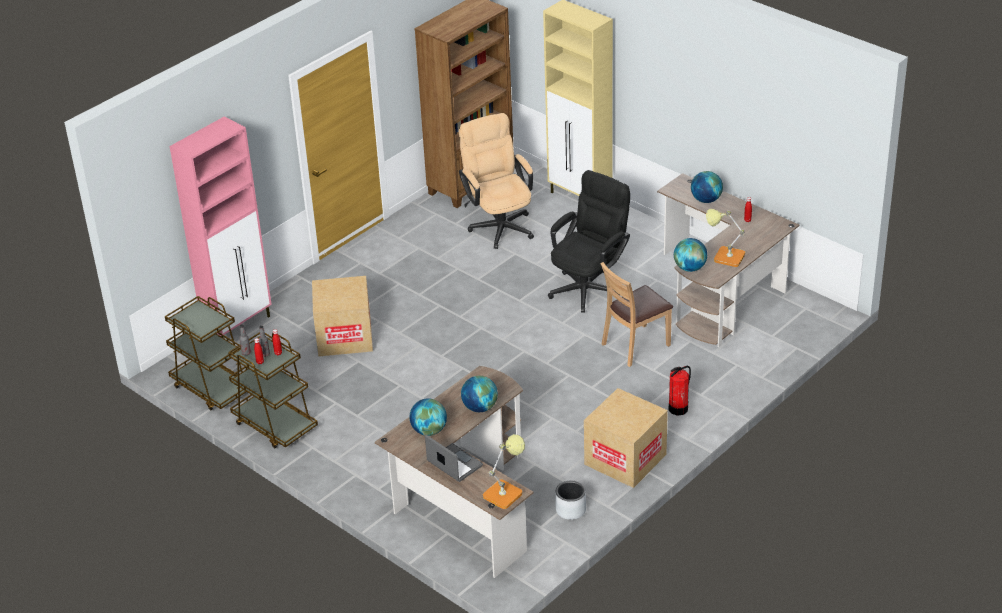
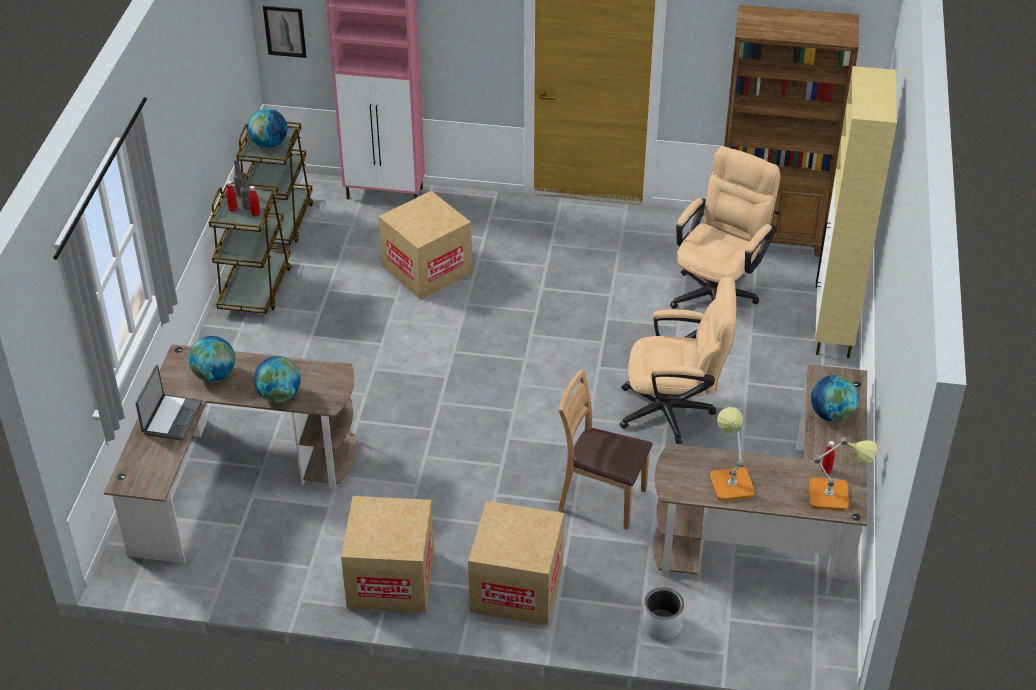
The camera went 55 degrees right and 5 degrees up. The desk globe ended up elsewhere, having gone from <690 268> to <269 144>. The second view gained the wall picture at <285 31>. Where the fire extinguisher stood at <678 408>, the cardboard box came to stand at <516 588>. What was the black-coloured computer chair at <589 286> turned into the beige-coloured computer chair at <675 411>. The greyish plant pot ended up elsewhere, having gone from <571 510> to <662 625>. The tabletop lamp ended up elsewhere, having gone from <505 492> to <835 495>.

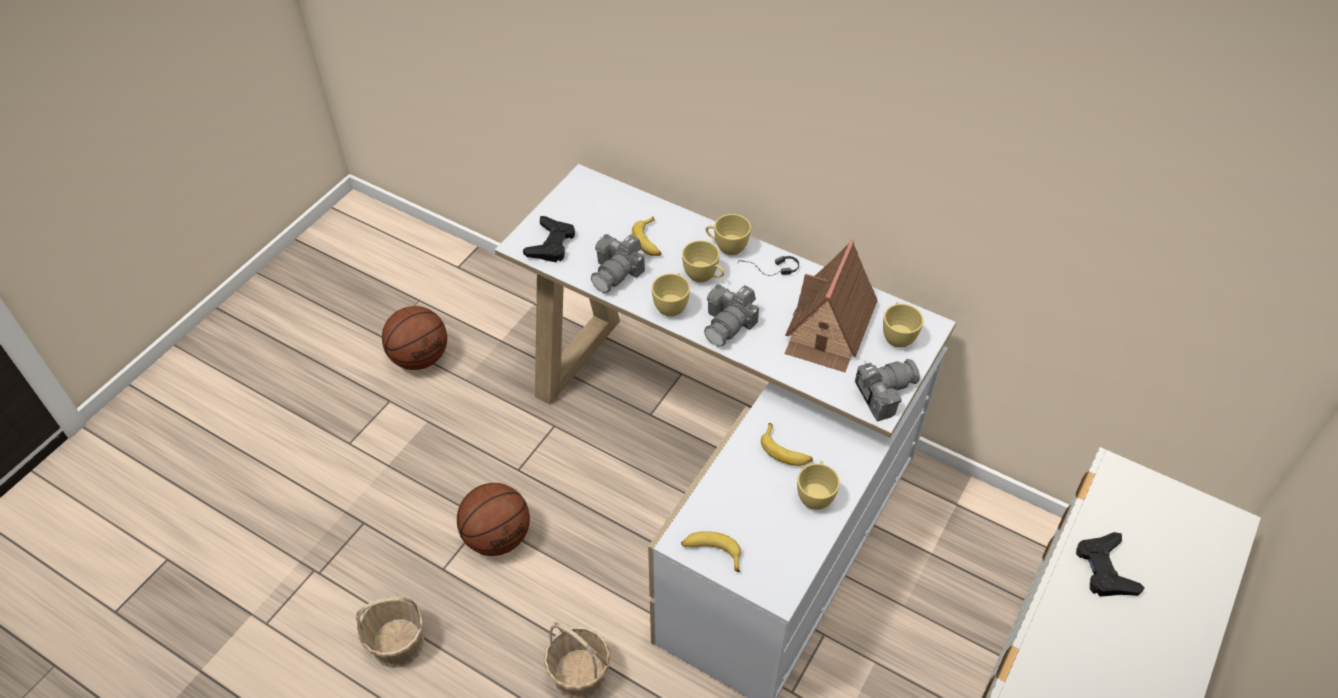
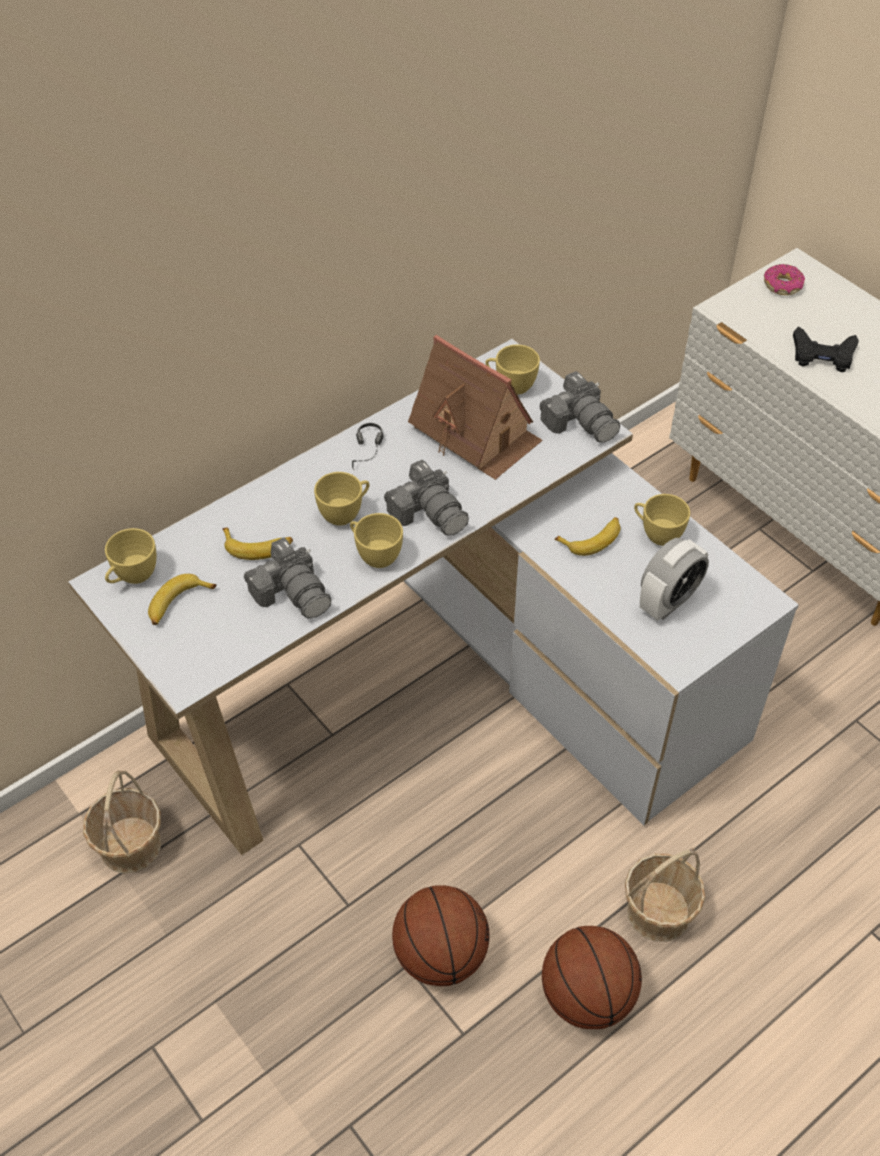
The camera went 70 degrees left and 0 degrees up. The household basket ended up elsewhere, having gone from <397 643> to <130 846>. The yellow-coloured drinking cup ended up elsewhere, having gone from <726 247> to <132 577>. The whole banana ended up elsewhere, having gone from <711 552> to <177 604>. The photo camera at <882 392> ended up facing another way, 150 degrees clockwise from before. The basketball ended up elsewhere, having gone from <420 357> to <586 995>. The second view gained the table clock at <668 602>. The second view gained the donut at <782 286>. The second view lost the black-coloured game controller at <551 244>.

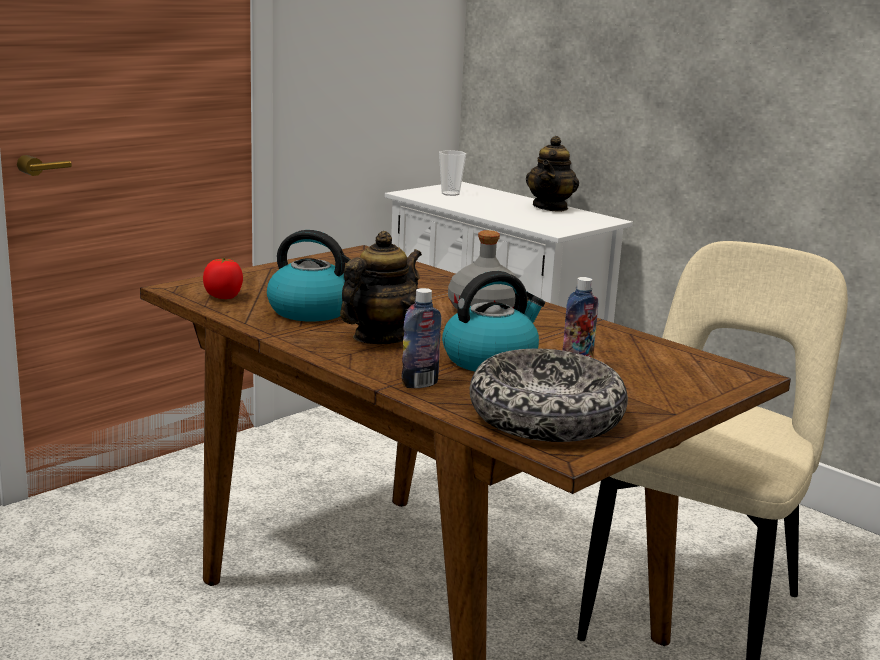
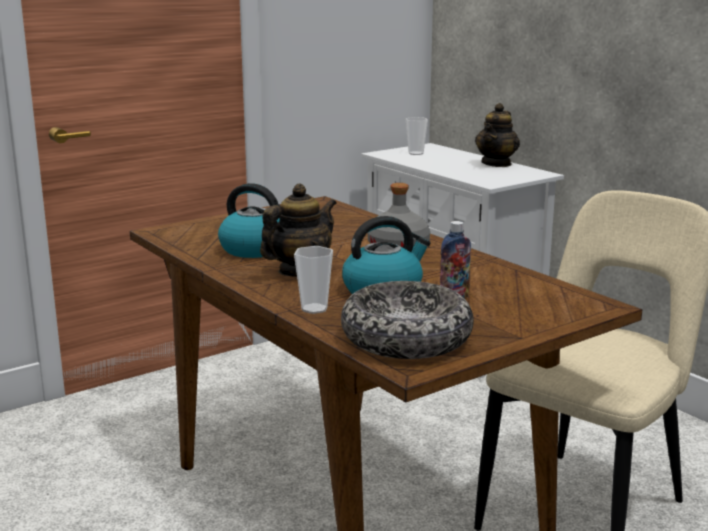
The camera went 10 degrees right and 0 degrees up. Where the beverage bottle stood at <420 383>, the drinking cup came to stand at <314 309>. The second view lost the fresh tomato at <224 297>.

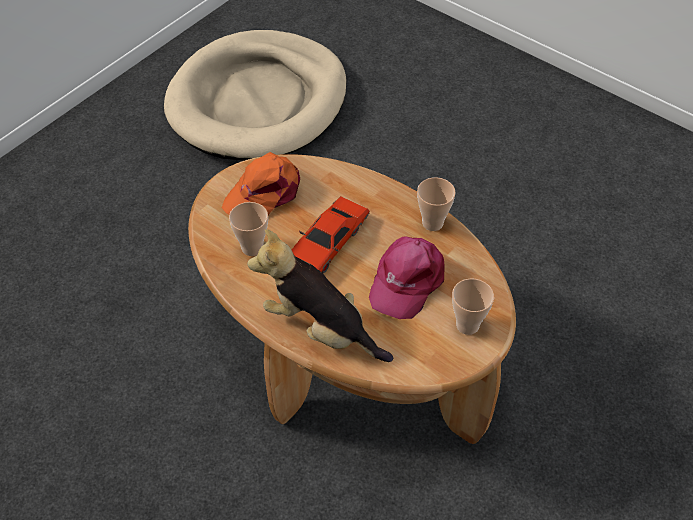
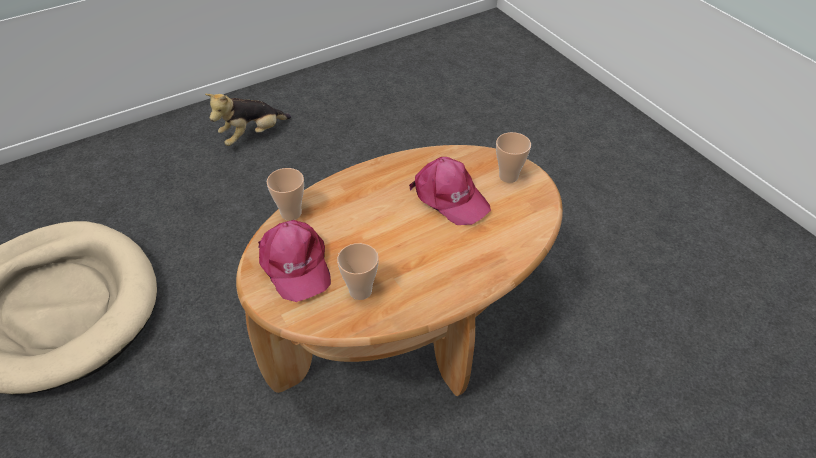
The camera went 70 degrees left and 5 degrees down. The plush toy ended up elsewhere, having gone from <320 328> to <252 135>. What was the orangey peaked cap at <264 193> turned into the pink-coloured peaked cap at <295 265>. The drinking cup ended up elsewhere, having gone from <432 223> to <291 213>. The second view lost the reddish model car at <328 243>.

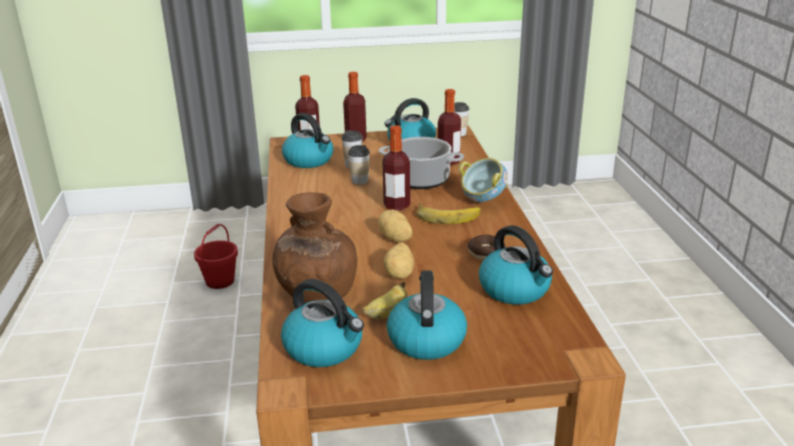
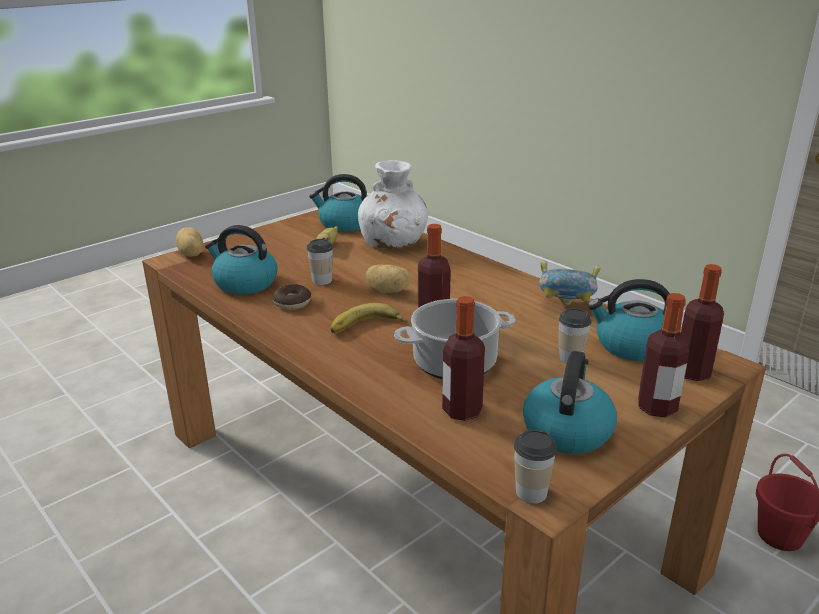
The camera went 145 degrees right and 0 degrees up. The whole potato ended up elsewhere, having gone from <400 273> to <190 254>. The drinking cup ended up elsewhere, having gone from <359 181> to <322 280>. What was the brown decorative vase at <316 292> turned into the white-coloured decorative vase at <393 243>. The bowl ended up elsewhere, having gone from <482 200> to <566 307>. The second view lost the water kettle at <426 339>.

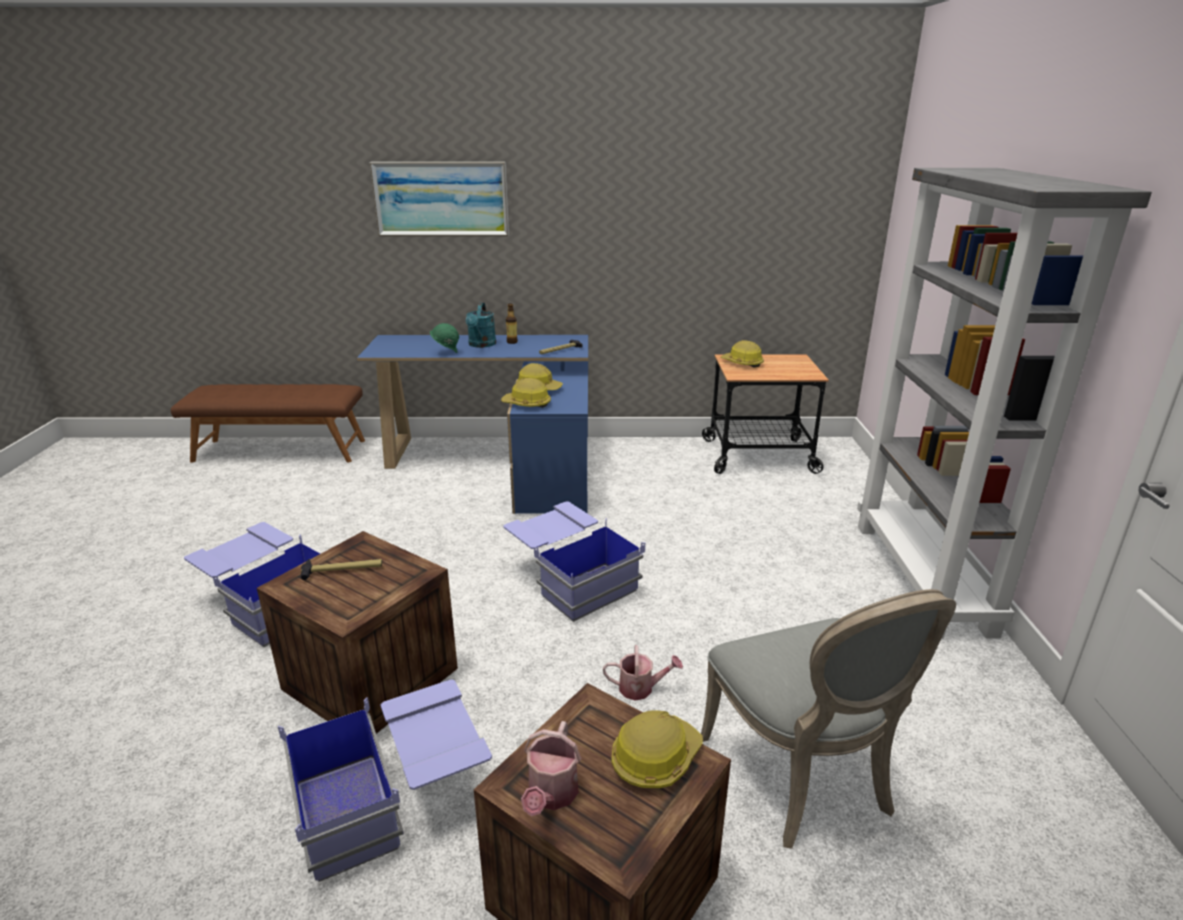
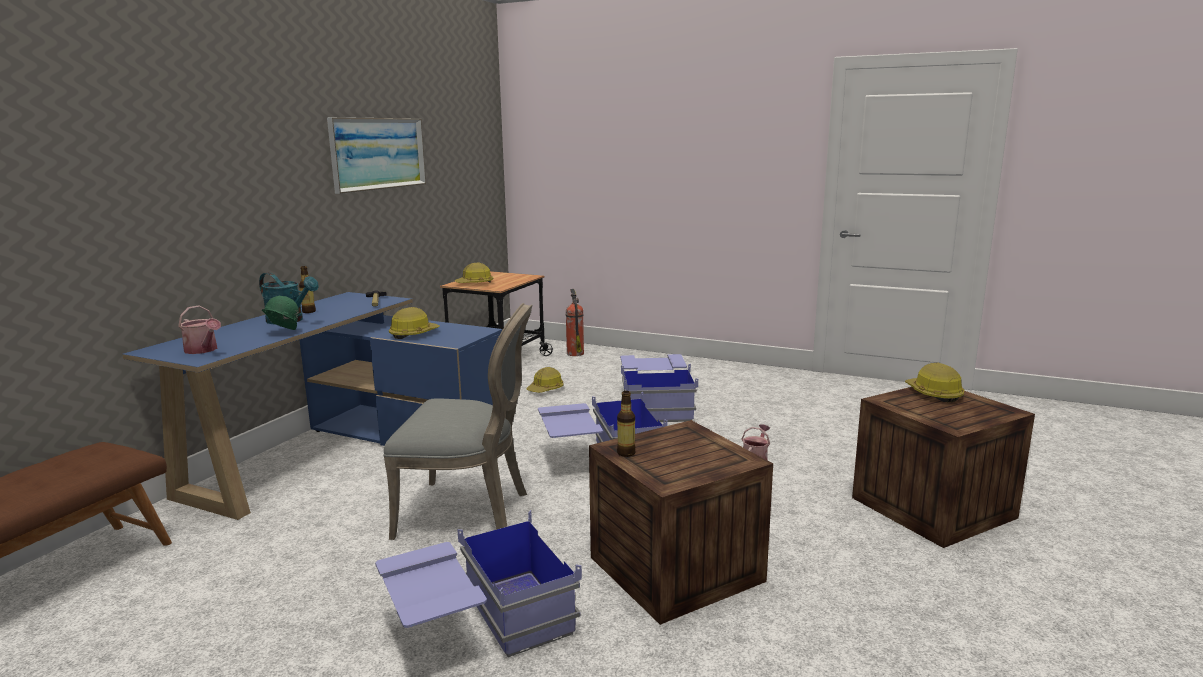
The camera went 65 degrees left and 10 degrees down. The sprinkling can ended up elsewhere, having gone from <551 795> to <203 350>. The wall picture ended up elsewhere, having gone from <441 199> to <378 153>. The greyish upright chair ended up elsewhere, having gone from <803 777> to <469 512>. The work helmet ended up elsewhere, having gone from <527 404> to <545 389>. The second view gained the fire extinguisher at <575 353>. The second view gained the beverage bottle at <626 453>. The bluish storage box ended up elsewhere, having gone from <393 799> to <655 405>. The second view lost the hand hammer at <342 570>. The second view lost the greyish shelving unit at <923 577>.

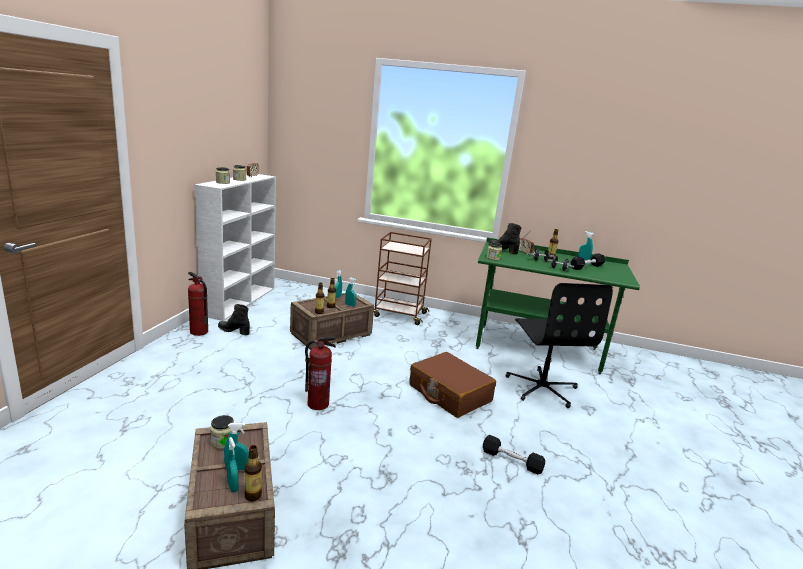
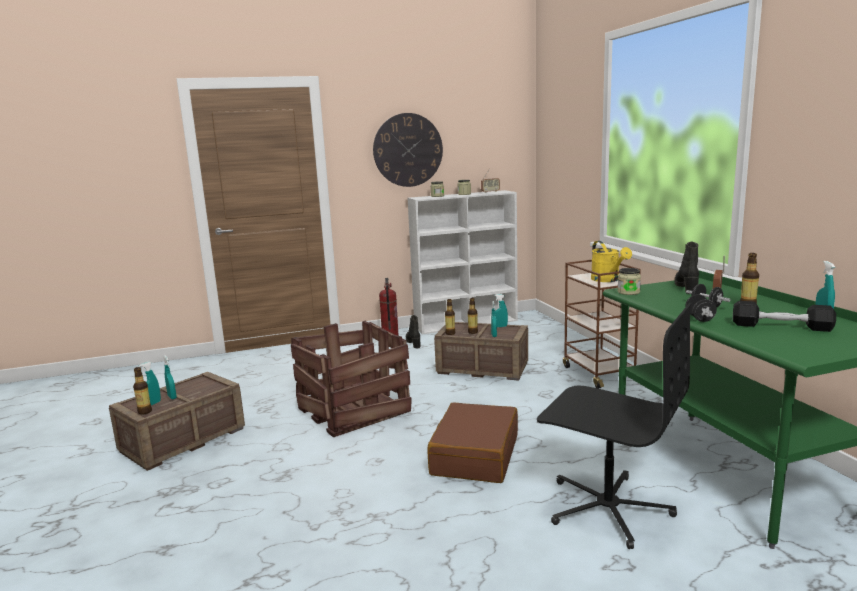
The camera went 60 degrees right and 5 degrees down. Where the fire extinguisher stood at <318 404>, the crate came to stand at <354 410>. The second view gained the clock on the wall at <408 150>. The black-coloured computer chair at <542 388> ended up facing another way, 105 degrees counterclockwise from before. The second view gained the yellow-coloured sprinkling can at <608 280>. The second view lost the preserve jar at <223 441>. The second view lost the black-coloured free weight at <511 460>.

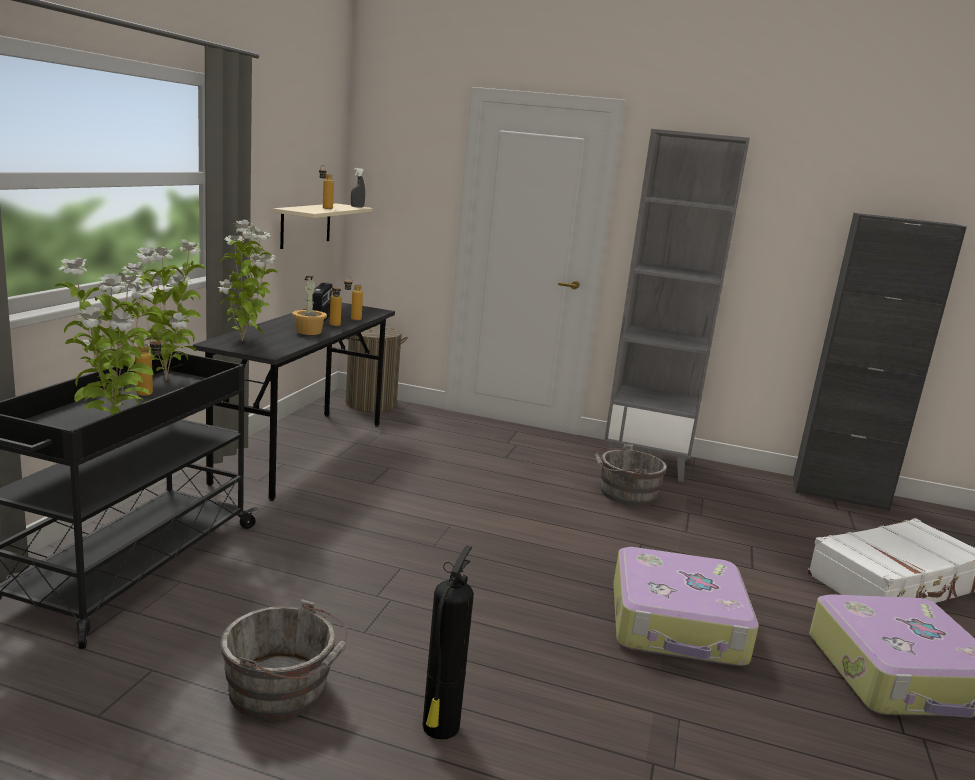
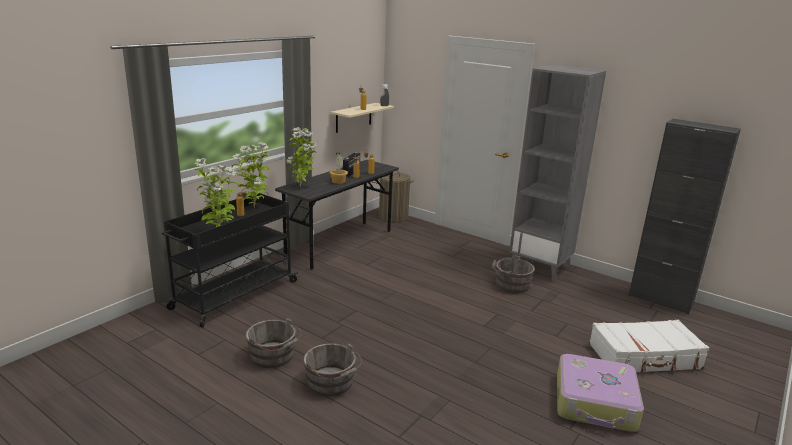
The camera went 20 degrees right and 5 degrees up. Where the fire extinguisher stood at <440 728>, the greyish water bucket came to stand at <331 383>. The second view lost the suitcase at <677 625>.

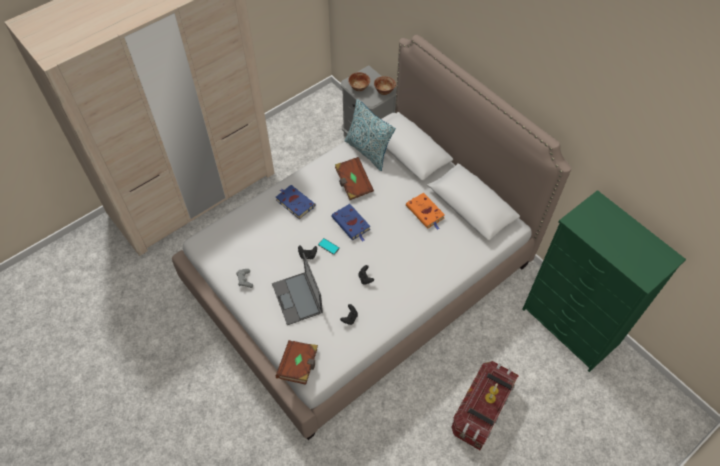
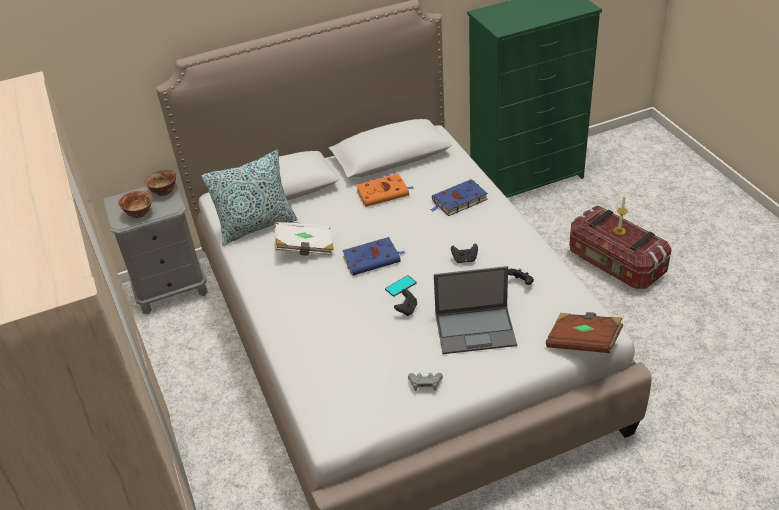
The camera went 70 degrees left and 15 degrees down. What was the brown bound book at <353 184> turned into the white-coloured bound book at <305 248>. The bluish bound book ended up elsewhere, having gone from <294 203> to <458 201>.

